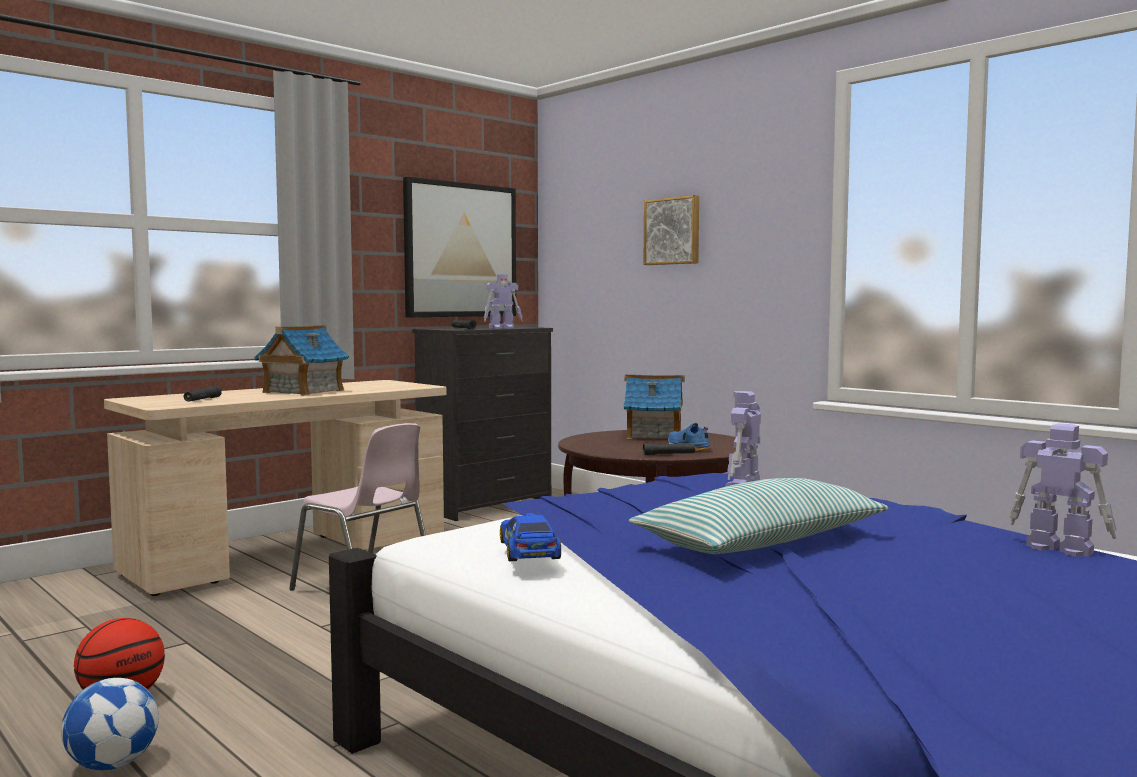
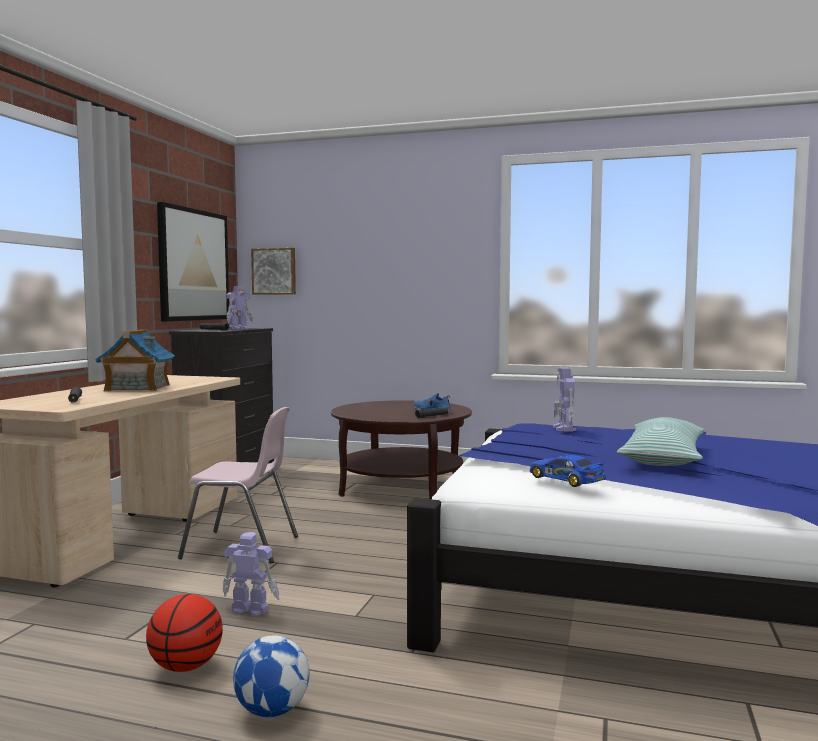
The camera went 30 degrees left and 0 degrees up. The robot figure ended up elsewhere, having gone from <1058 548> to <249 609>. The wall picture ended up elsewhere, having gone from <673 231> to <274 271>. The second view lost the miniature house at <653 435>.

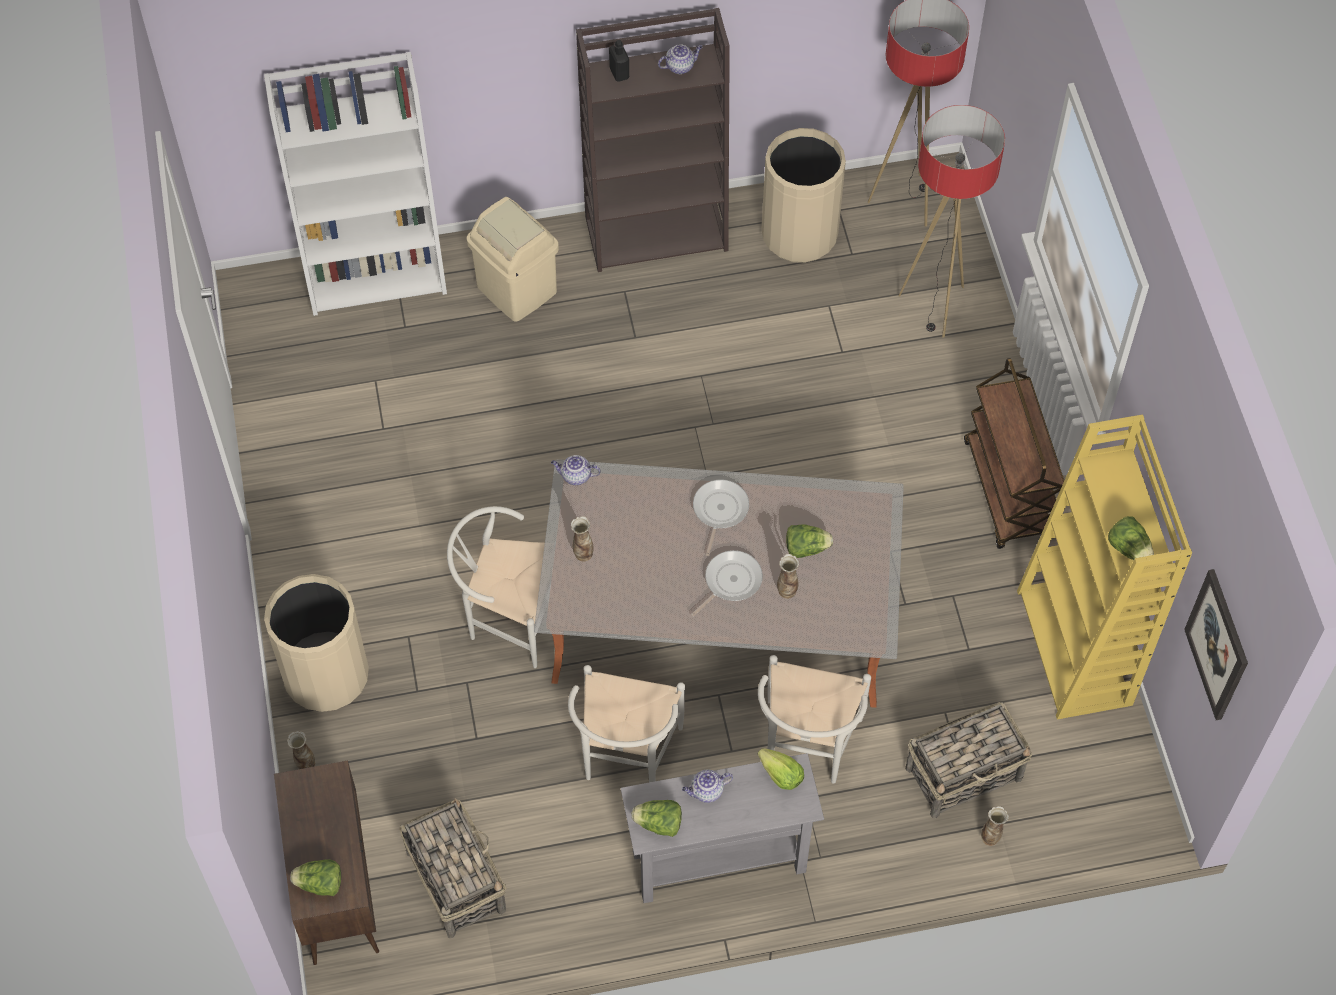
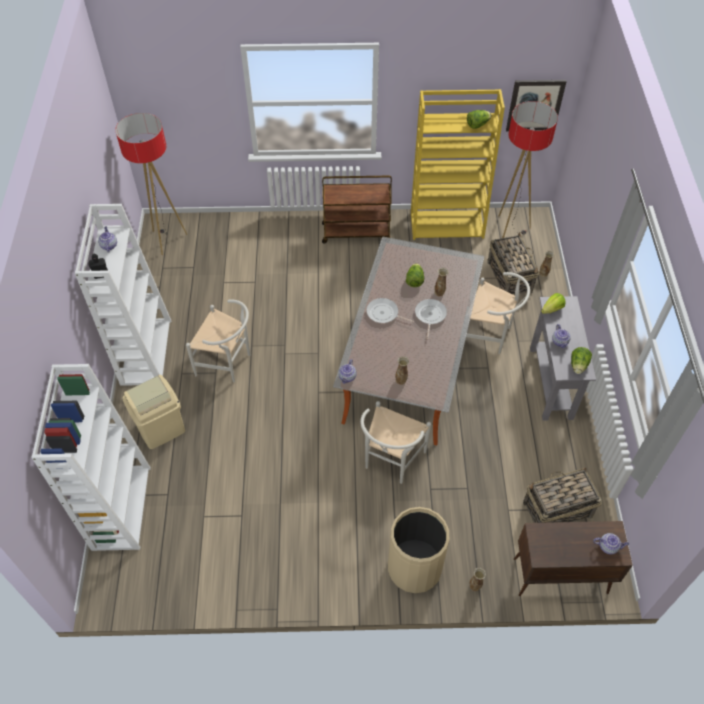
The camera went 80 degrees left and 5 degrees down. What was the brown shelving unit at <657 232> turned into the white-coloured shelving unit at <145 351>. The white-coloured upright chair ended up elsewhere, having gone from <626 758> to <228 363>. The skillet at <730 581> ended up facing another way, 45 degrees clockwise from before. The standing lamp ended up elsewhere, having gone from <935 307> to <510 228>. Where the lettuce head stood at <320 884>, the tea pot came to stand at <608 546>. The second view lost the beige-coloured waste bin at <799 234>.

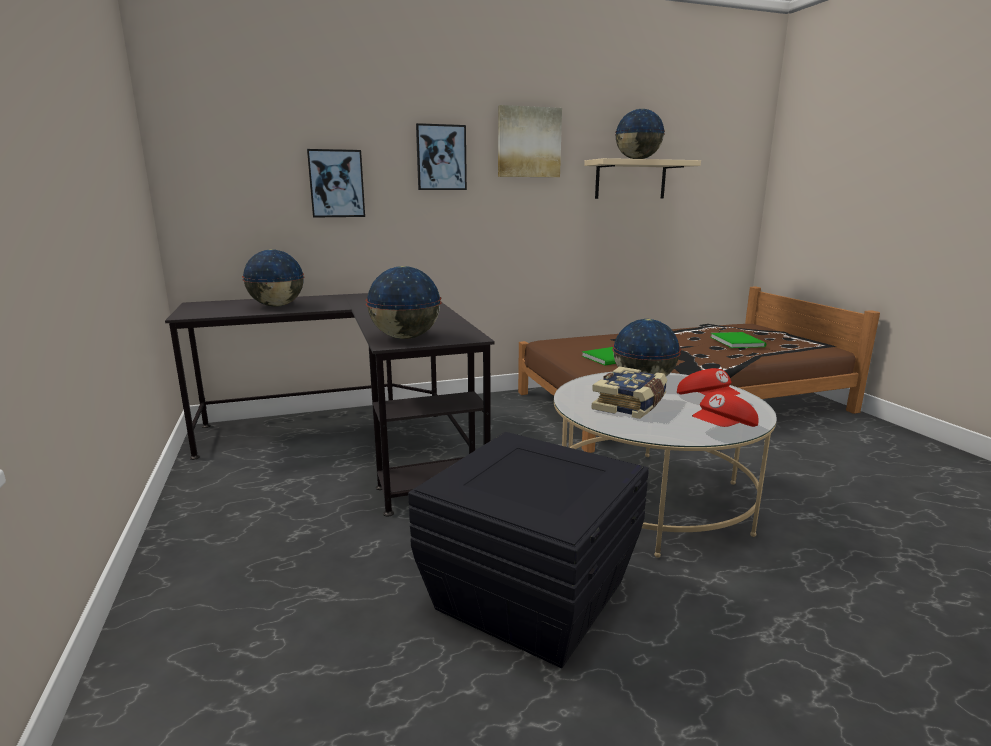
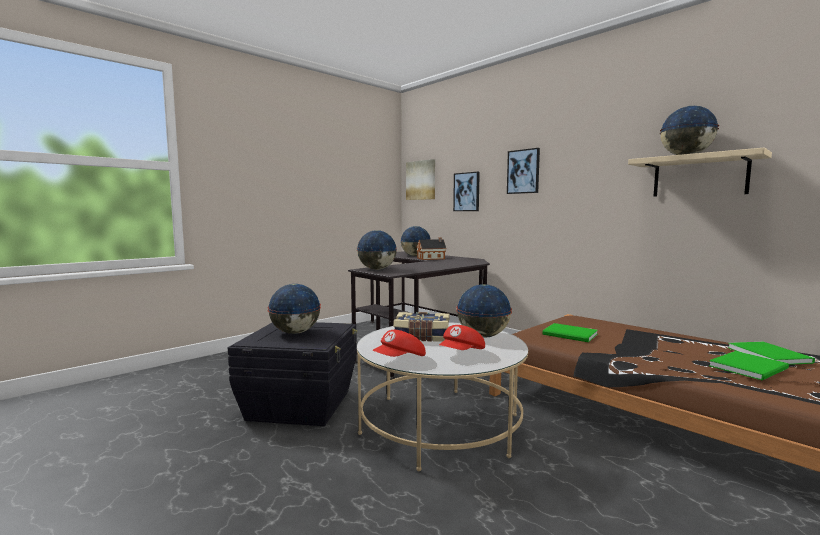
The camera went 65 degrees right and 10 degrees down. The second view gained the desk globe at <295 332>. The reddish peaked cap at <724 429> ended up facing another way, 75 degrees counterclockwise from before. The wall picture ended up elsewhere, having gone from <528 142> to <421 180>. The second view gained the miniature house at <432 258>. The second view gained the green-coloured bound book at <768 354>.

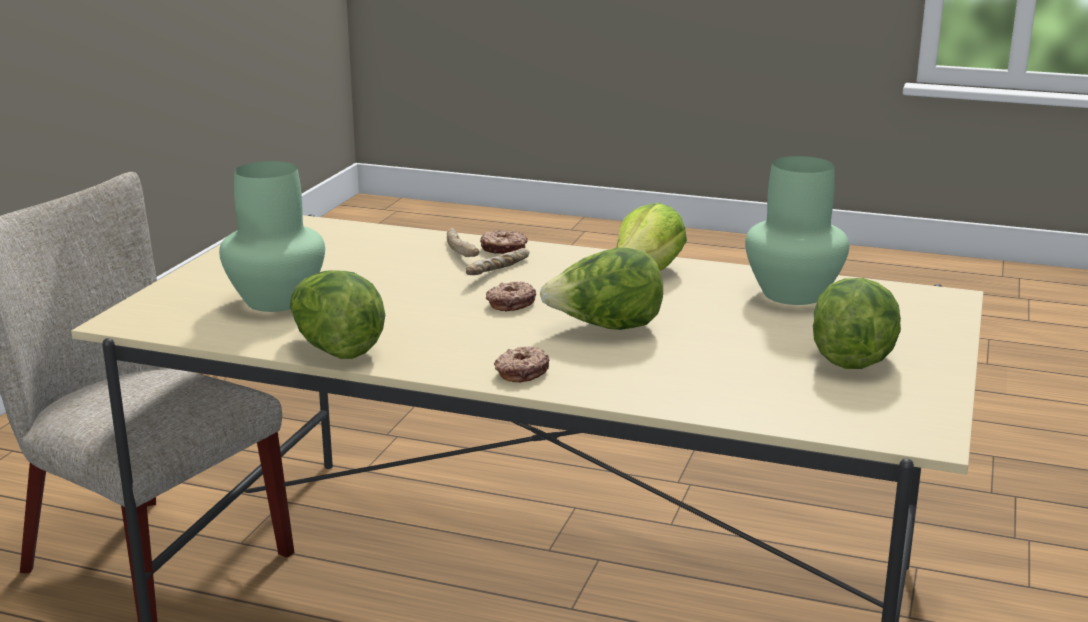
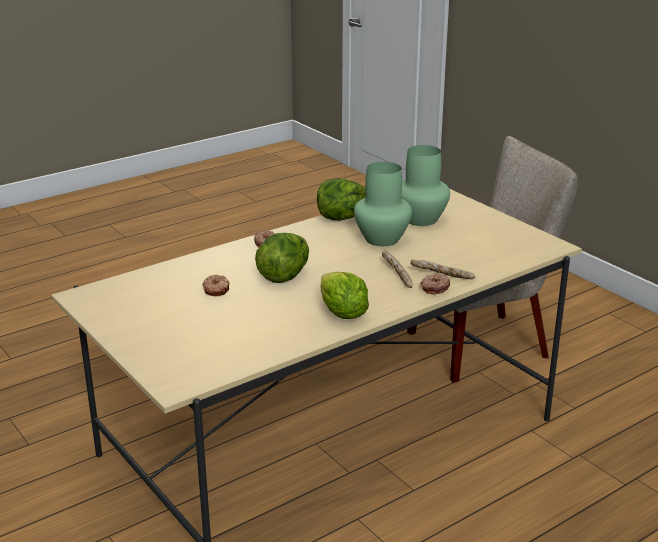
The camera went 125 degrees right and 5 degrees up. The donut ended up elsewhere, having gone from <510 303> to <217 290>. The green-coloured decorative vase ended up elsewhere, having gone from <792 293> to <383 239>. The second view lost the lettuce head at <853 357>.

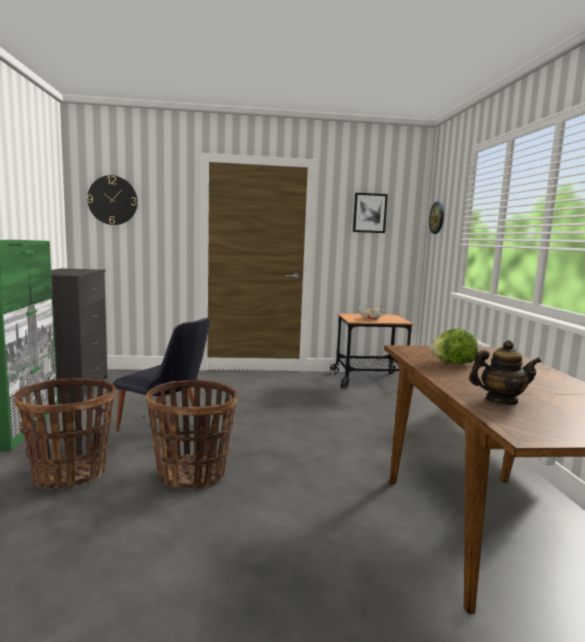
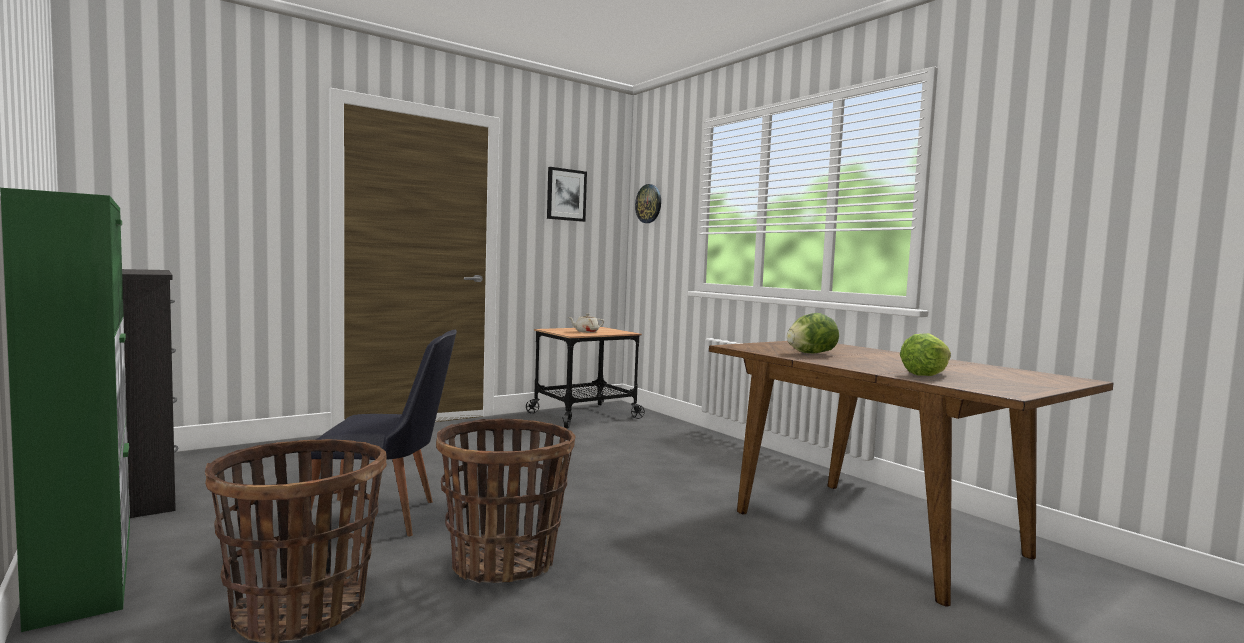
The camera went 30 degrees left and 5 degrees down. Where the tea pot stood at <500 401>, the lettuce head came to stand at <925 374>. The second view lost the clock on the wall at <112 200>.

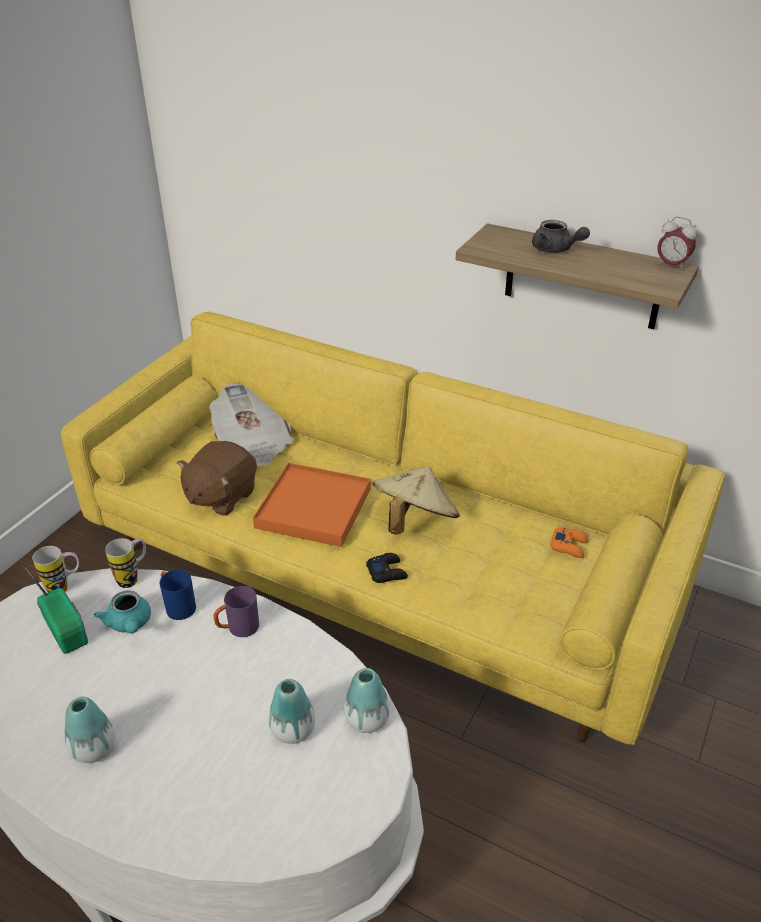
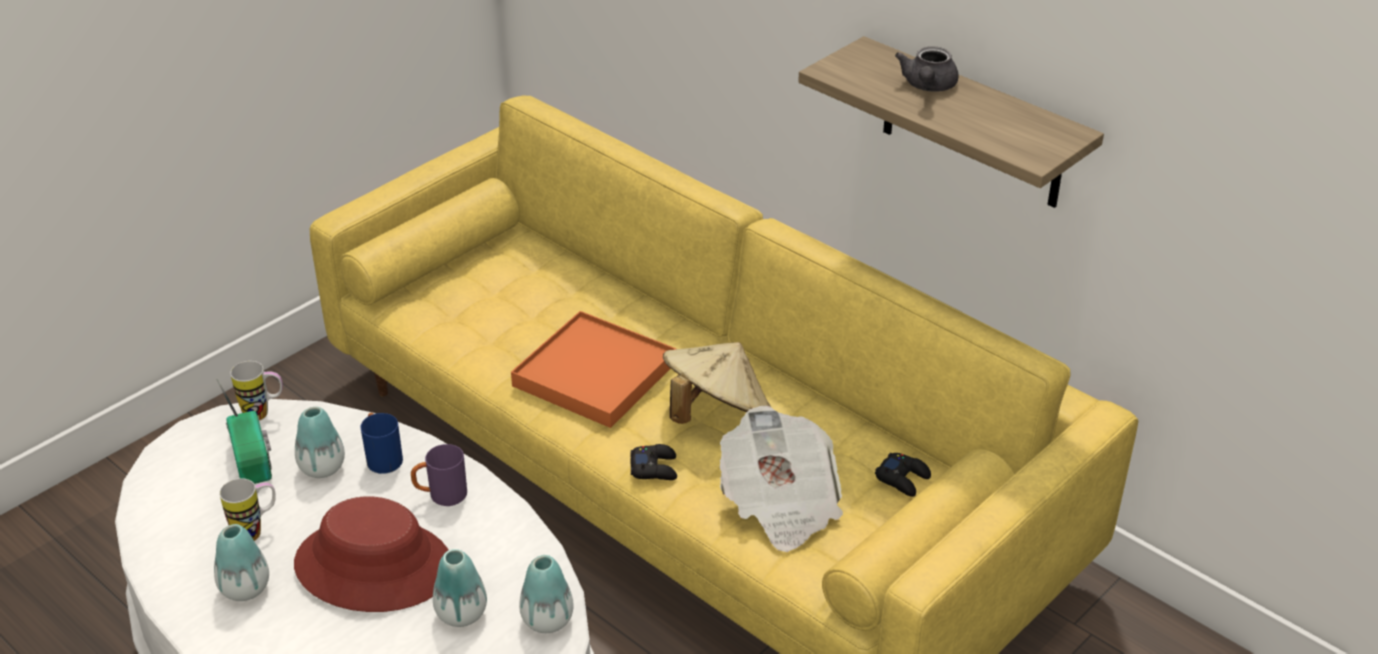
The camera went 15 degrees right and 0 degrees up. The tea mug ended up elsewhere, having gone from <133 577> to <256 531>. The second view gained the reddish hat at <374 566>. Where the turquoise tea pot stood at <129 624>, the decorative vase came to stand at <322 468>. The newspaper ended up elsewhere, having gone from <253 442> to <780 504>. What was the orangey game controller at <569 546> turned into the black-coloured game controller at <903 479>. The greyish tea pot at <555 250> ended up facing another way, 45 degrees clockwise from before. The second view lost the brown plush toy at <220 496>. The second view lost the table clock at <671 265>.

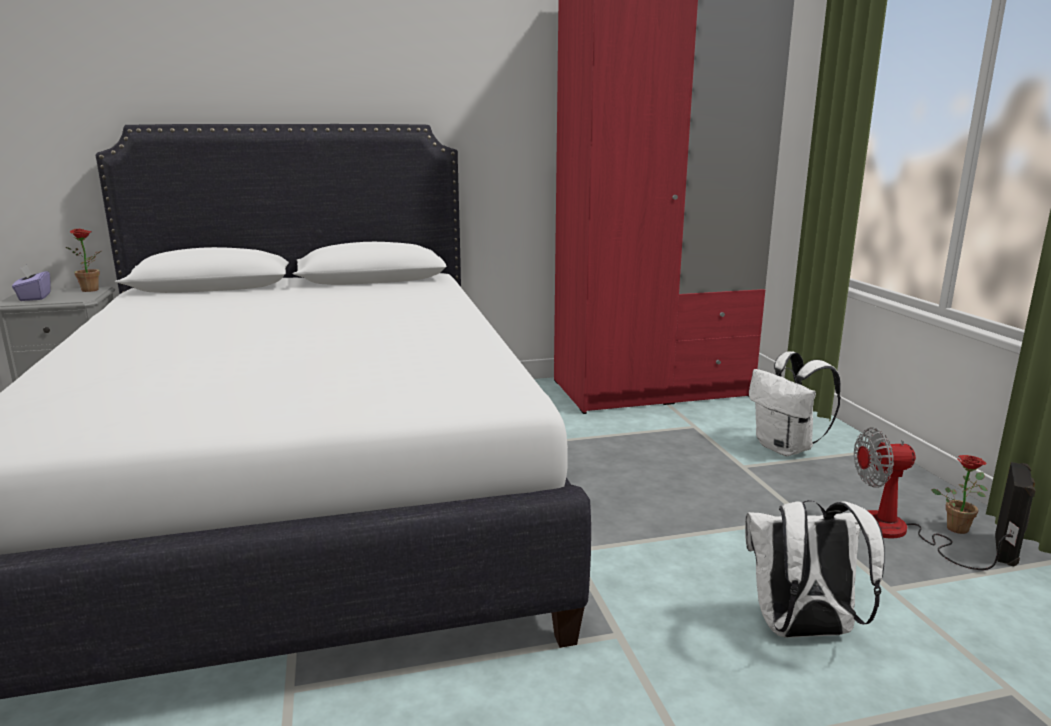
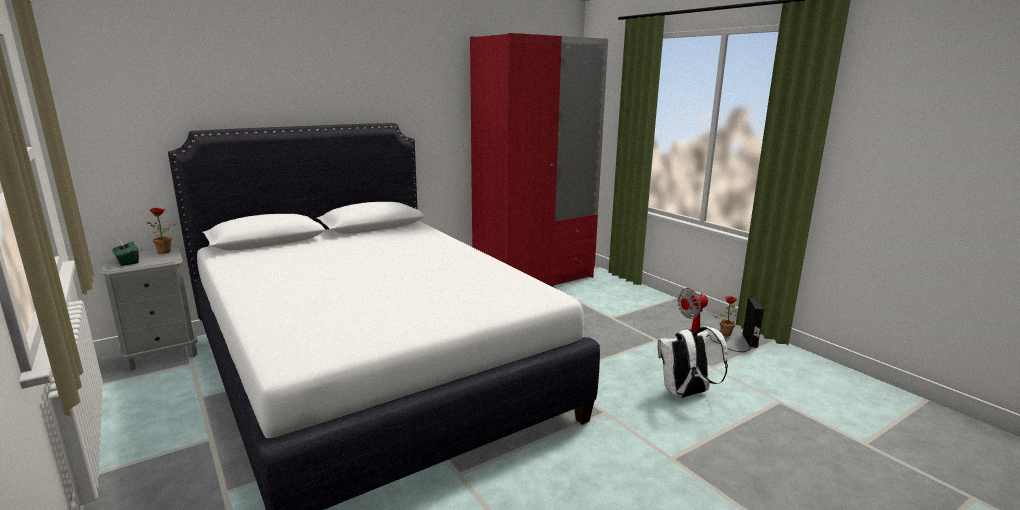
The camera went 20 degrees left and 0 degrees up. What was the purple tissue holder at <34 297> turned into the green-coloured tissue holder at <127 262>. The second view lost the white-coloured rucksack at <786 448>.

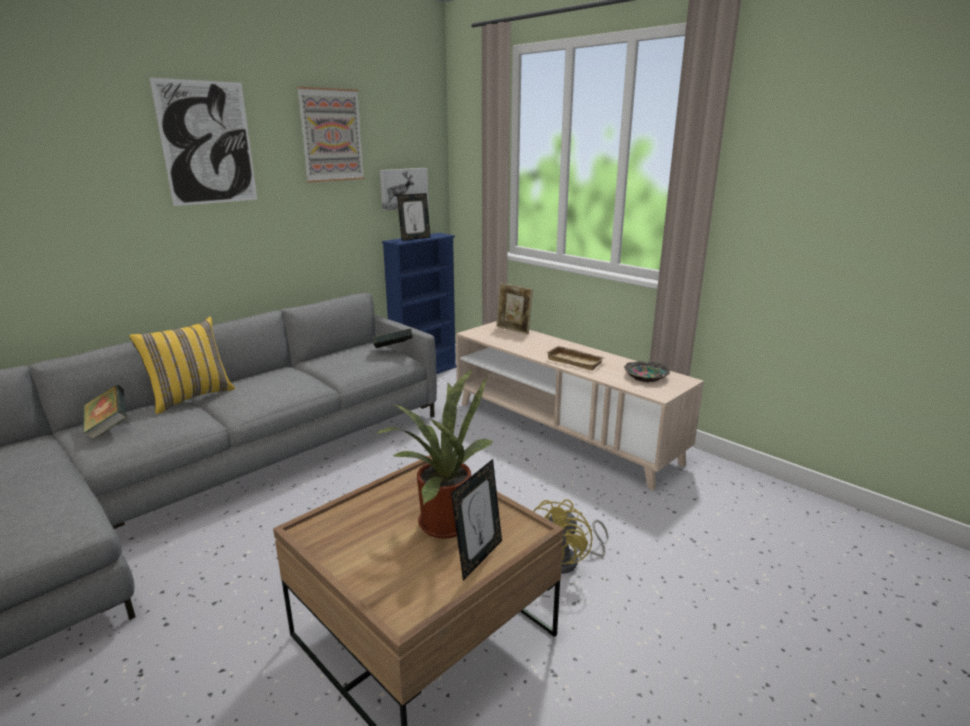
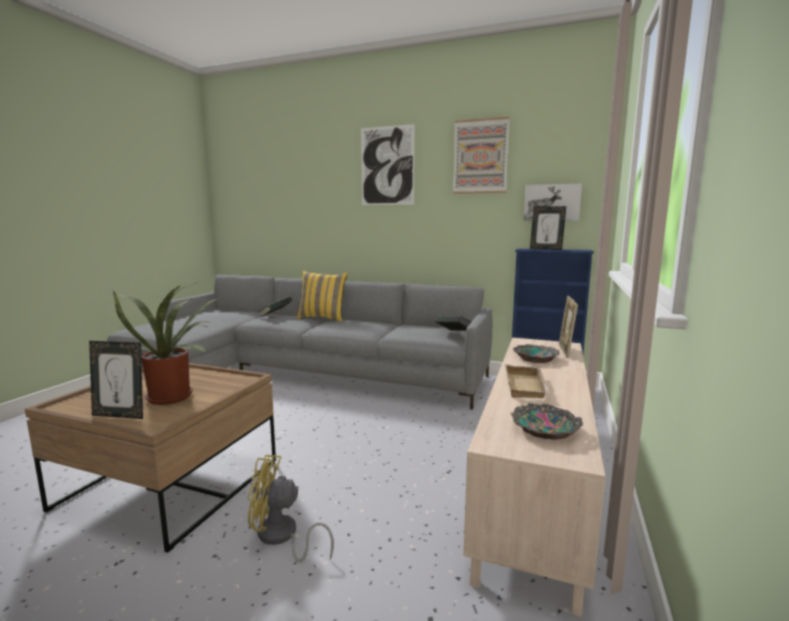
The camera went 65 degrees right and 10 degrees down. The second view gained the bowl at <535 357>.

